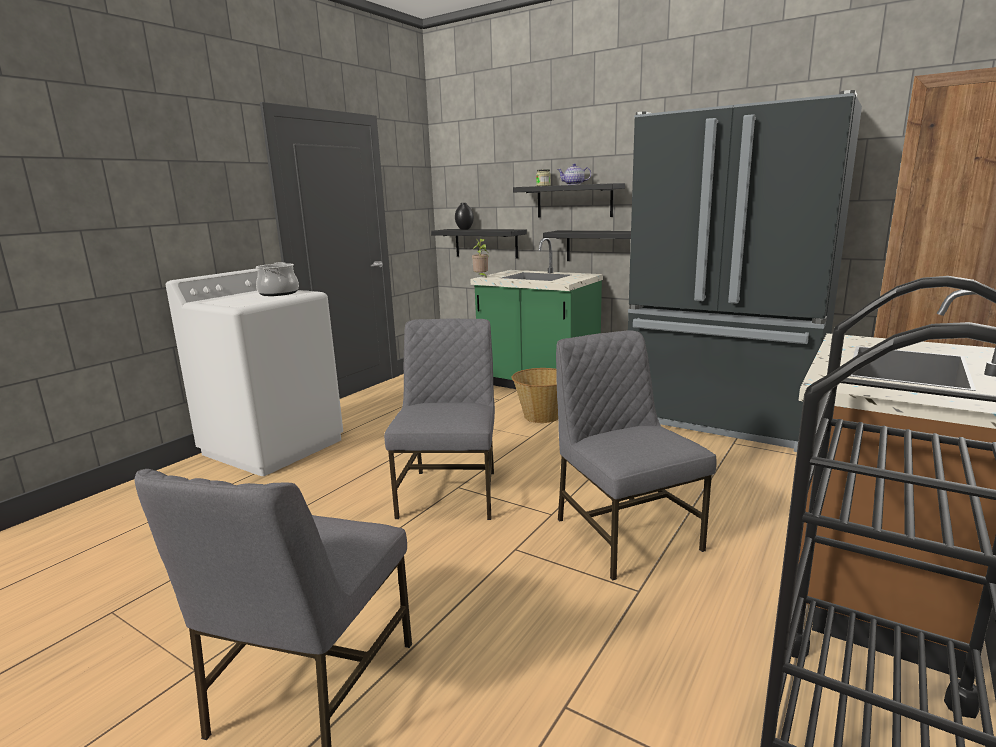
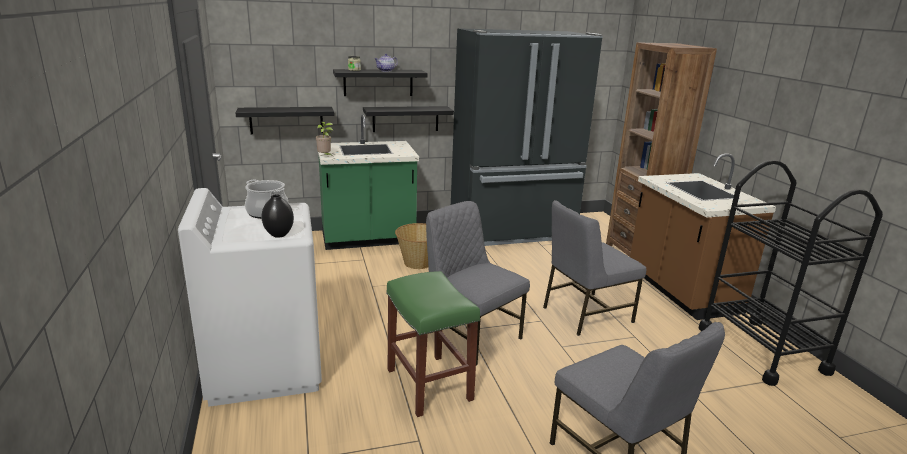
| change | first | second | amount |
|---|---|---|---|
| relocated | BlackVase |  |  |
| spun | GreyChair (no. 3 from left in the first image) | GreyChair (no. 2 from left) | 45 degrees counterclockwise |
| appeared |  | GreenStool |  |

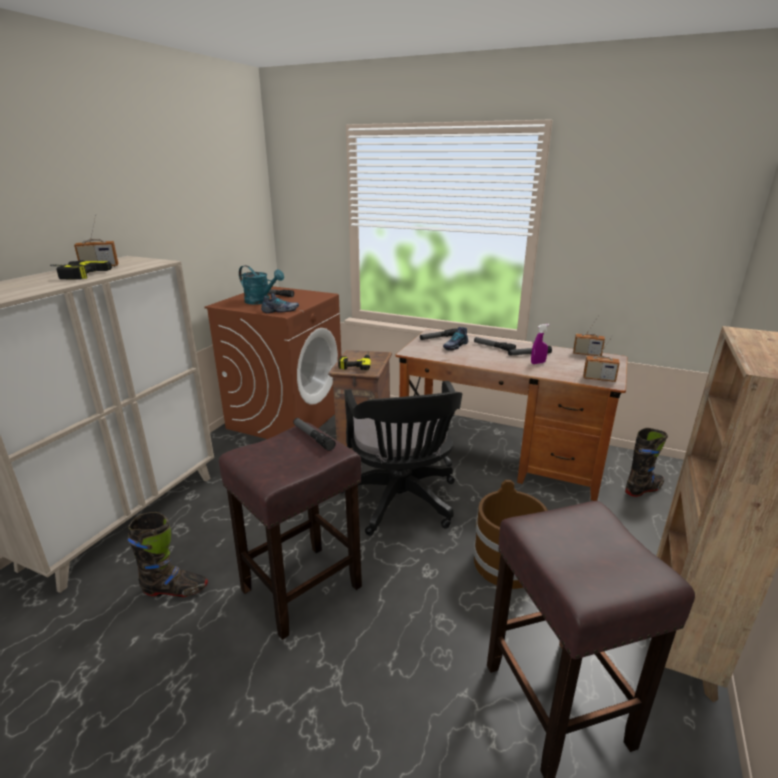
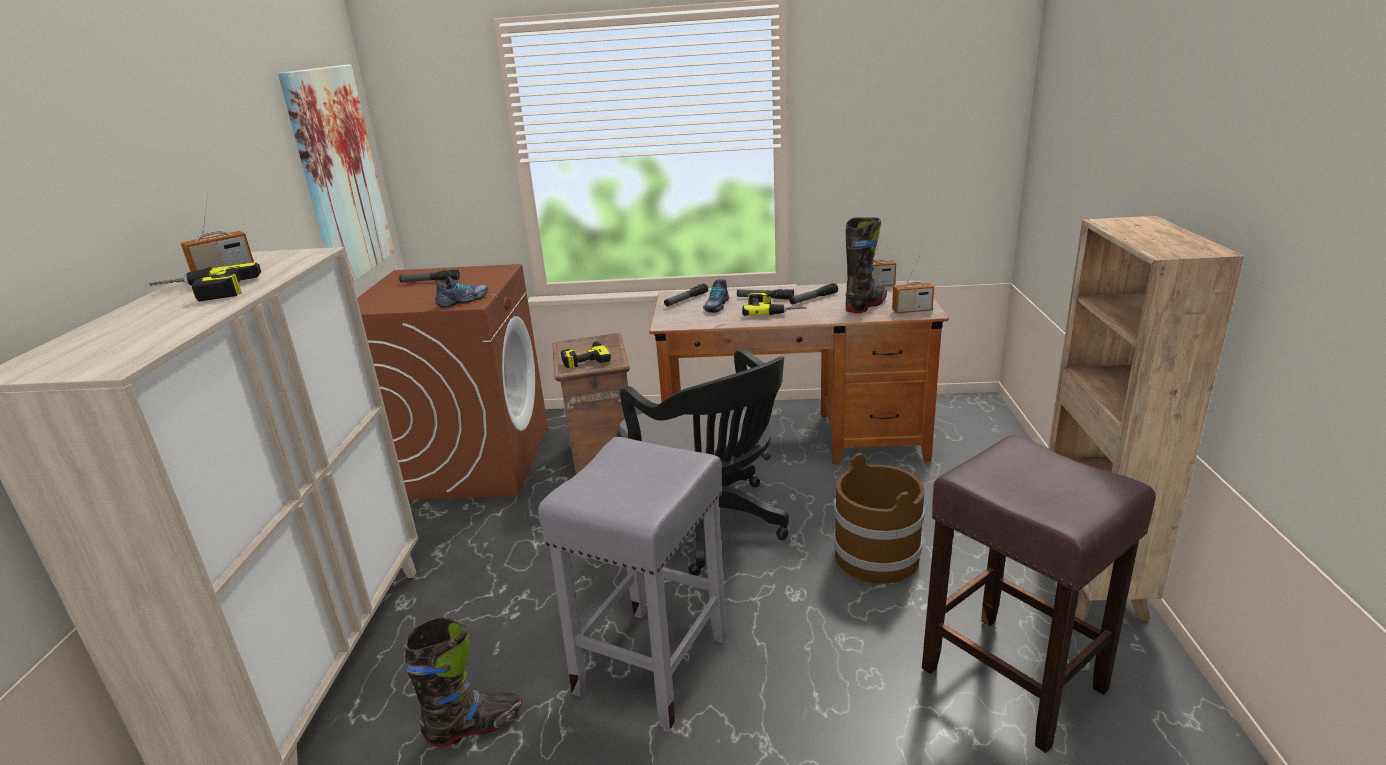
| change | first | second | amount |
|---|---|---|---|
| colour | BrownStool (no. 1 from left) | GreyStool |  |
| missing | TurquoiseWateringCan |  |  |
| missing | Flashlight (no. 2 from left) |  |  |
| missing | PurpleSprayBottle |  |  |
| relocated | BlackBoot (no. 2 from left) |  |  |
| appeared |  | Picture |  |
| appeared |  | PowerDrill (no. 3 from left) |  |

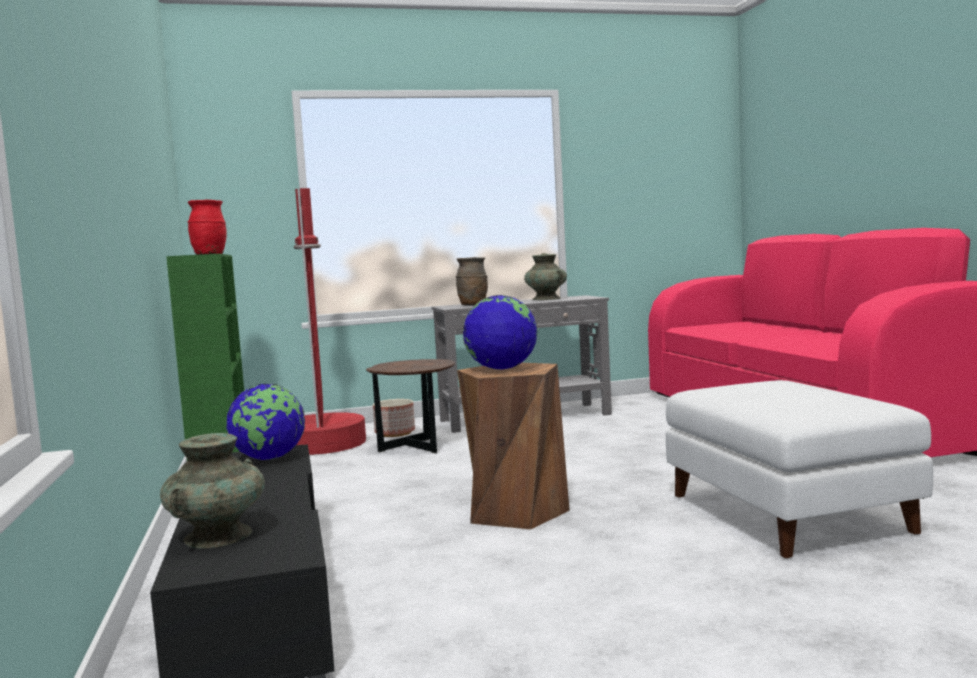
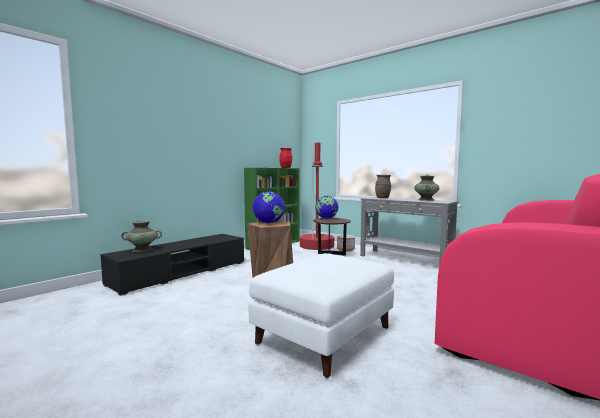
| change | first | second | amount |
|---|---|---|---|
| relocated | Globe (no. 1 from left in the first image) | Globe (no. 2 from left) |  |

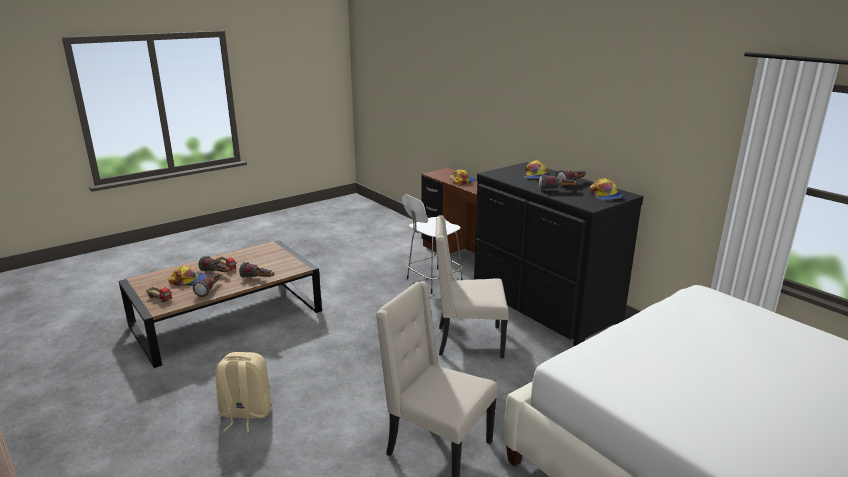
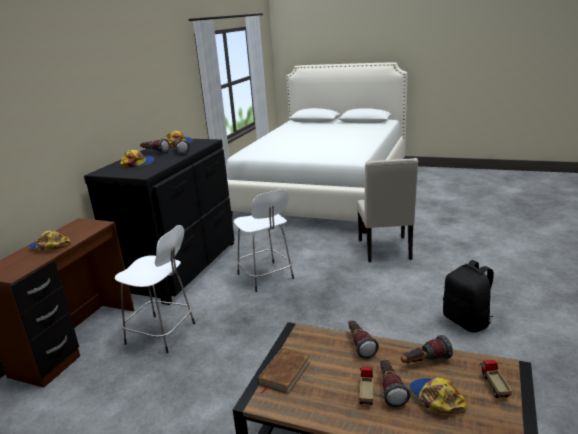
| change | first | second | amount |
|---|---|---|---|
| colour | BeigeBackpack | BlackBackpack |  |
| exchanged | BeigeChair (no. 2 from left) | WhiteStool (no. 2 from left) |  |
| appeared |  | BrownBook |  |

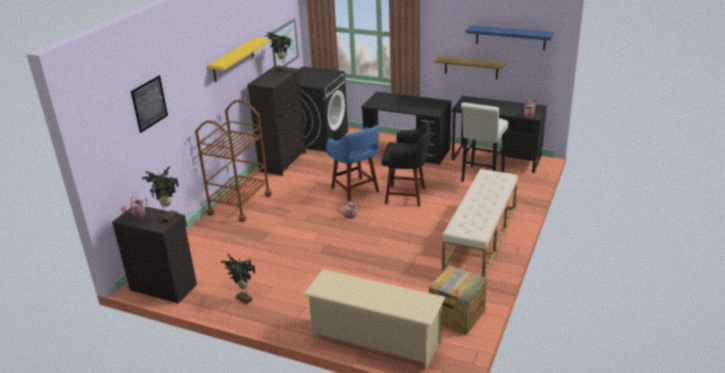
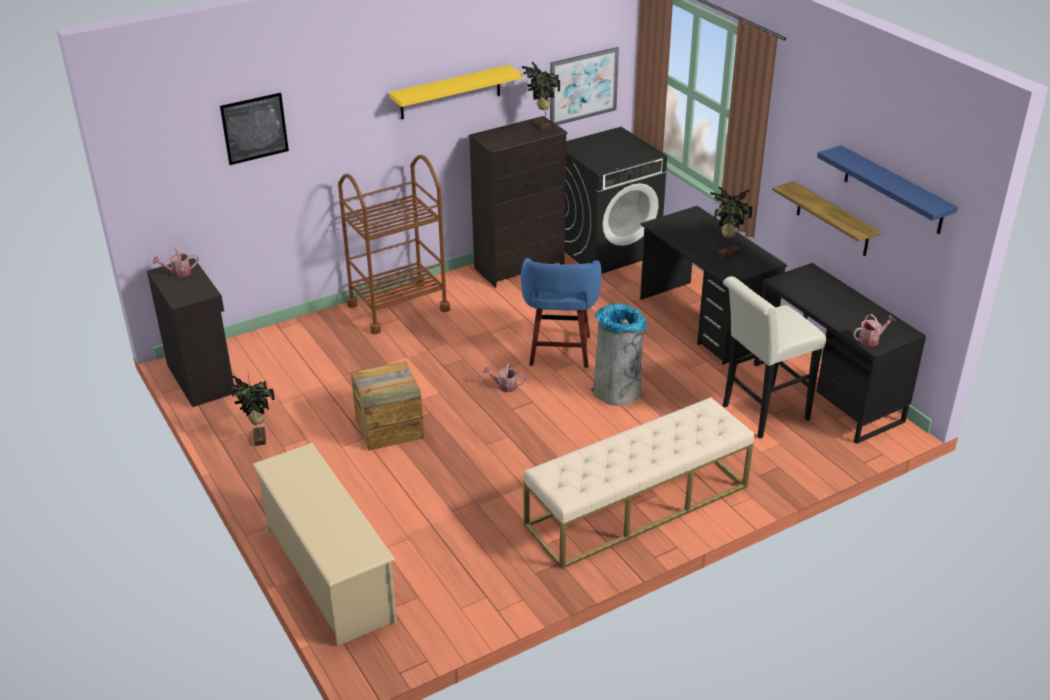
| change | first | second | amount |
|---|---|---|---|
| relocated | PottedPlant (no. 1 from left in the first image) | PottedPlant (no. 3 from left) |  |
| exchanged | BlackStool | GreyTrashCan |  |
| relocated | Crate |  |  |

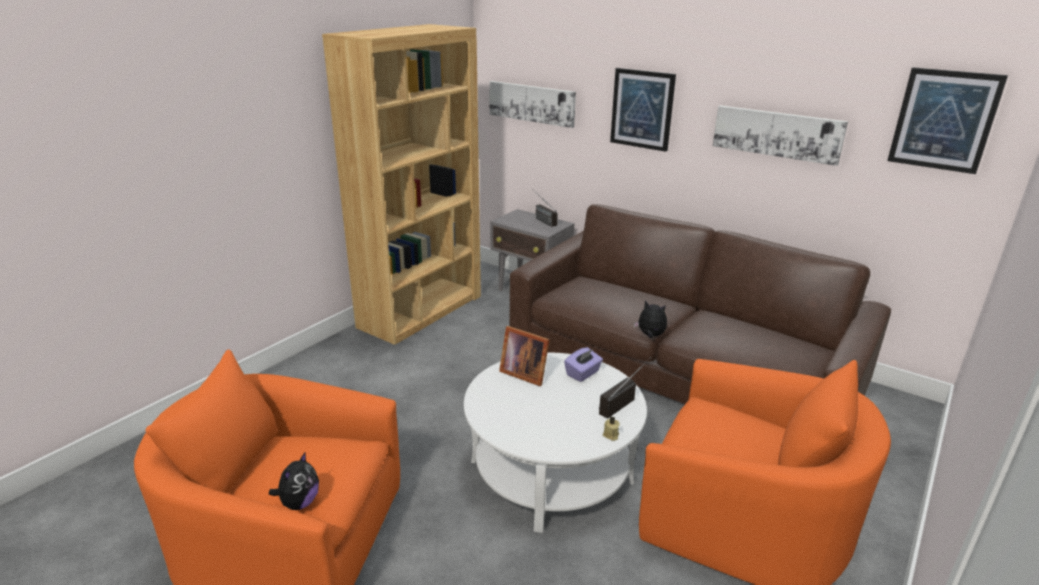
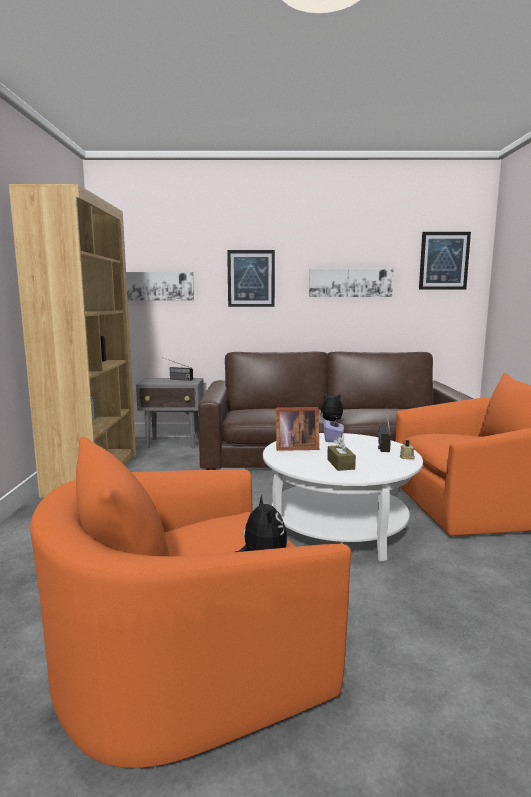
| change | first | second | amount |
|---|---|---|---|
| appeared |  | BrownTissueBox |  |

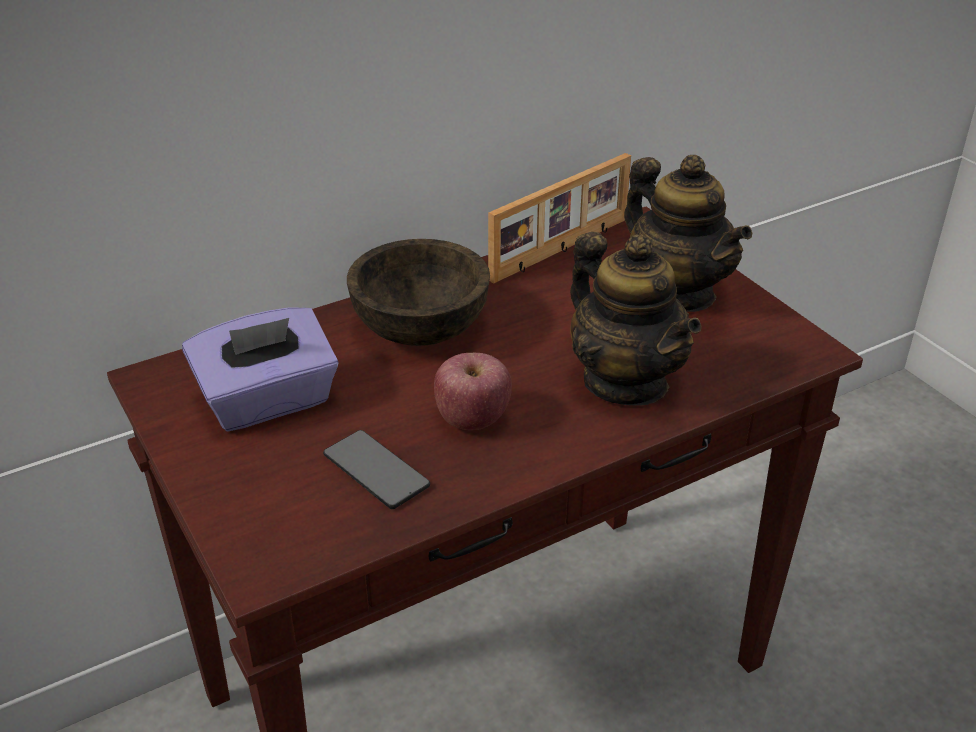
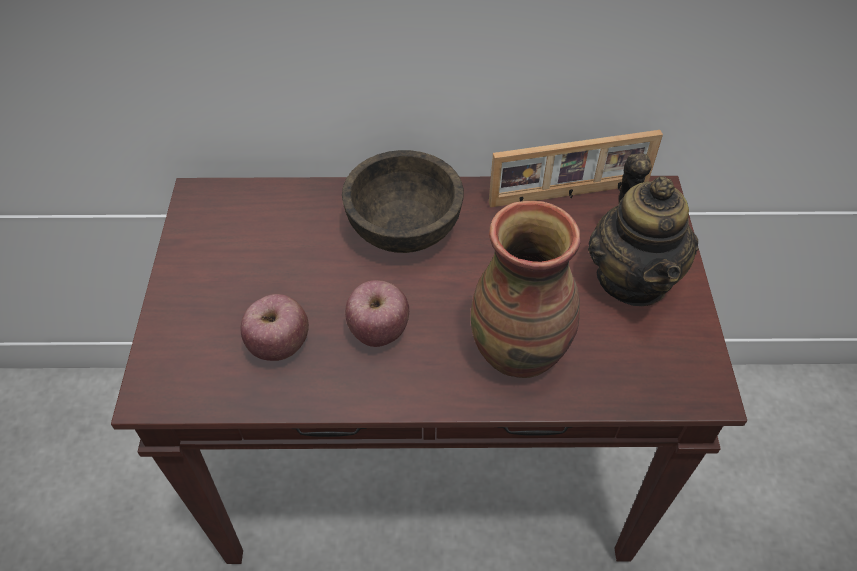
| change | first | second | amount |
|---|---|---|---|
| missing | PurpleTissueBox |  |  |
| exchanged | Phone | Apple (no. 1 from left) |  |
| exchanged | Teapot (no. 1 from left) | Vase |  |

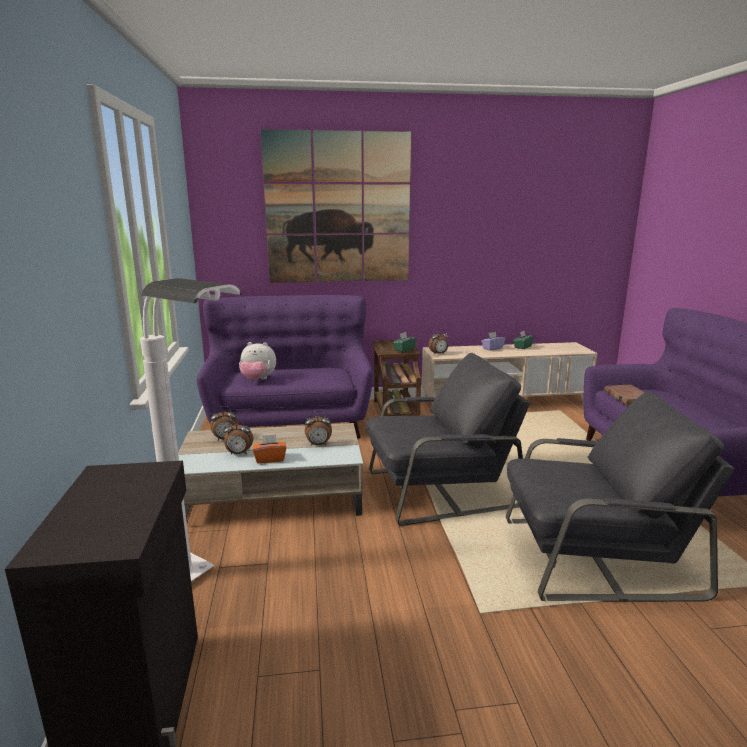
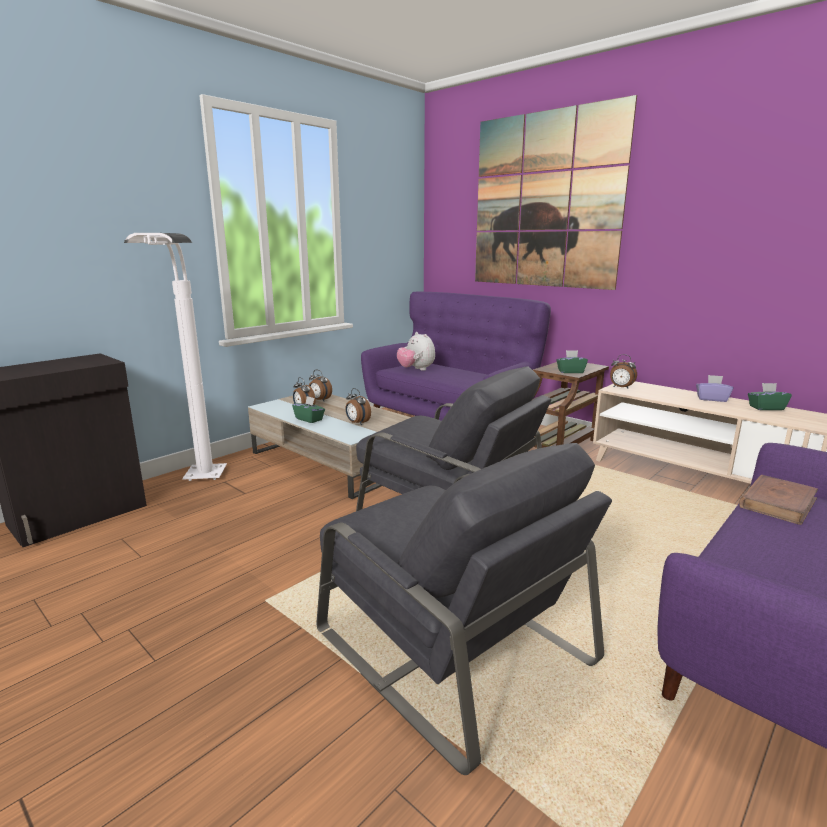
| change | first | second | amount |
|---|---|---|---|
| colour | OrangeTissueBox | GreenTissueBox (no. 1 from left) |  |

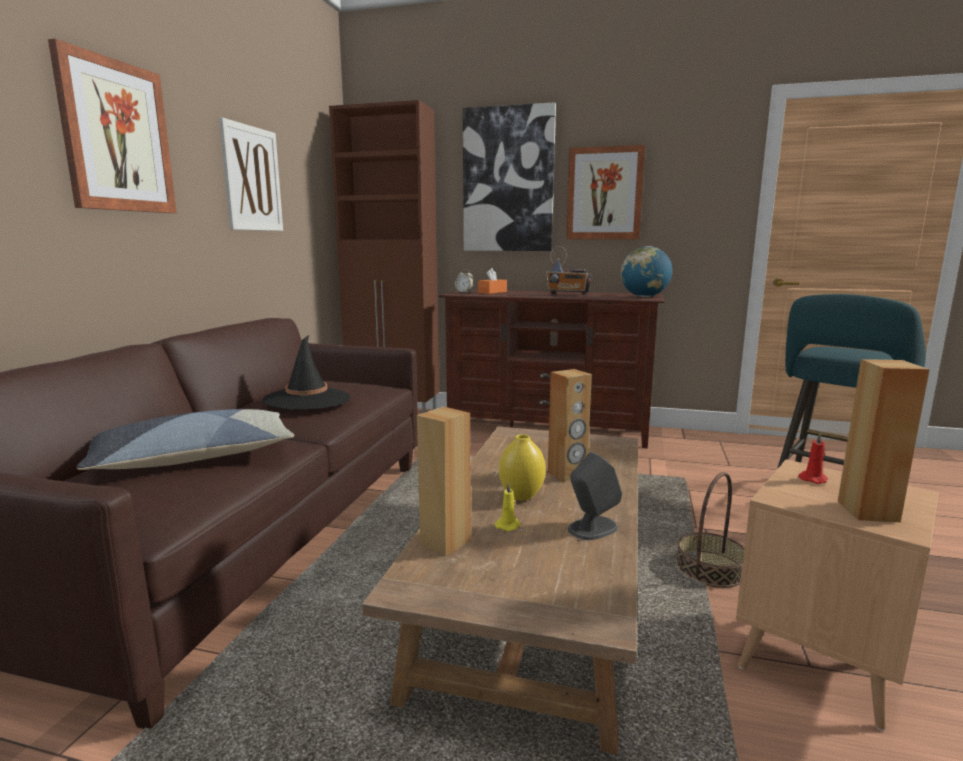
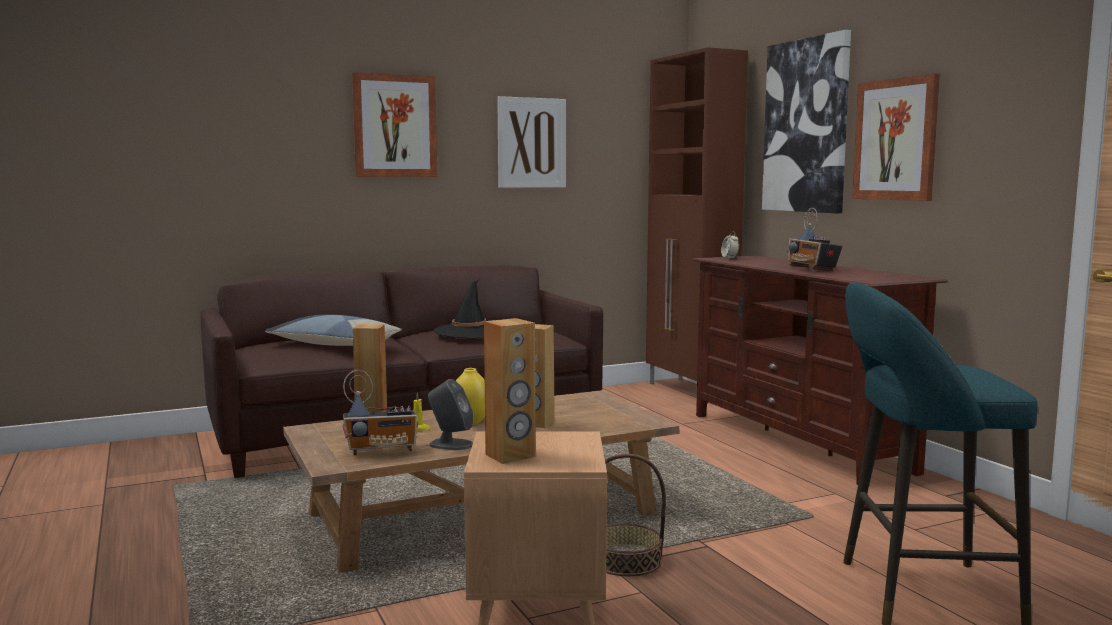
| change | first | second | amount |
|---|---|---|---|
| missing | OrangeTissueBox |  |  |
| missing | Globe |  |  |
| missing | RedCandle |  |  |
| appeared |  | Radio (no. 1 from left) |  |

